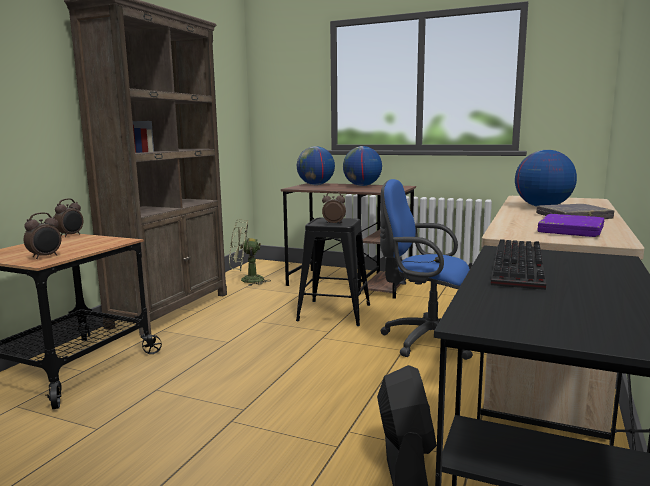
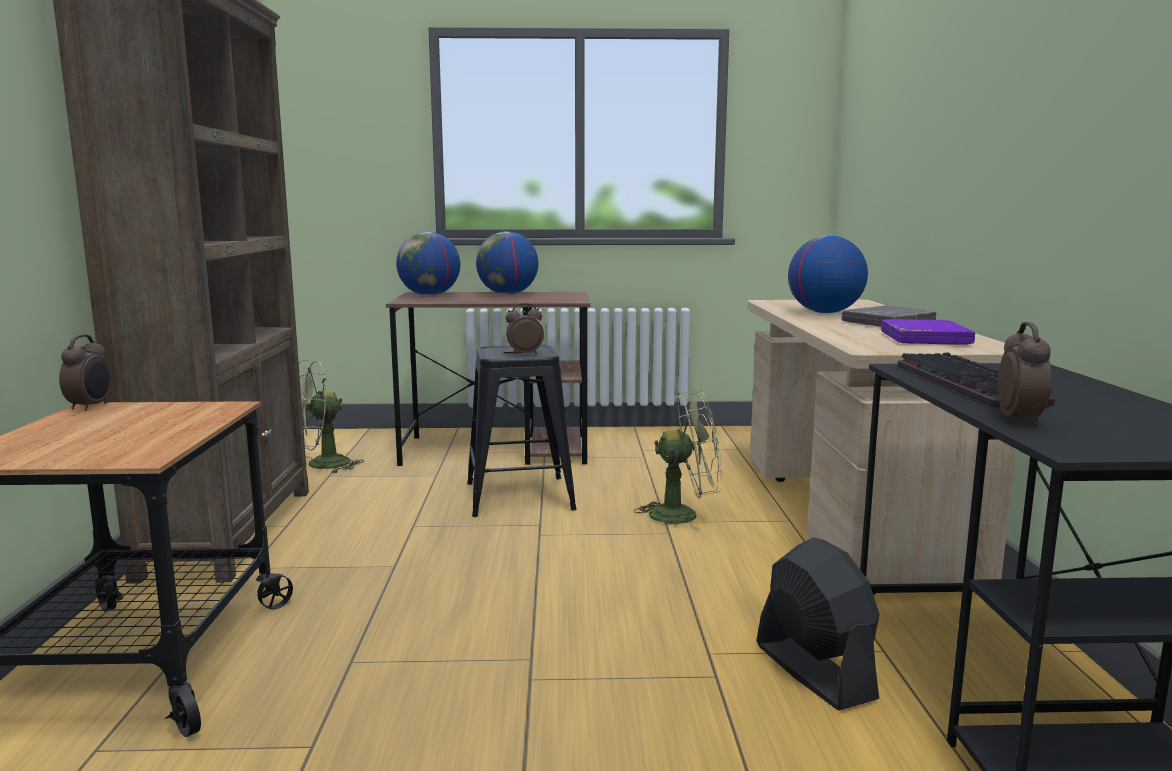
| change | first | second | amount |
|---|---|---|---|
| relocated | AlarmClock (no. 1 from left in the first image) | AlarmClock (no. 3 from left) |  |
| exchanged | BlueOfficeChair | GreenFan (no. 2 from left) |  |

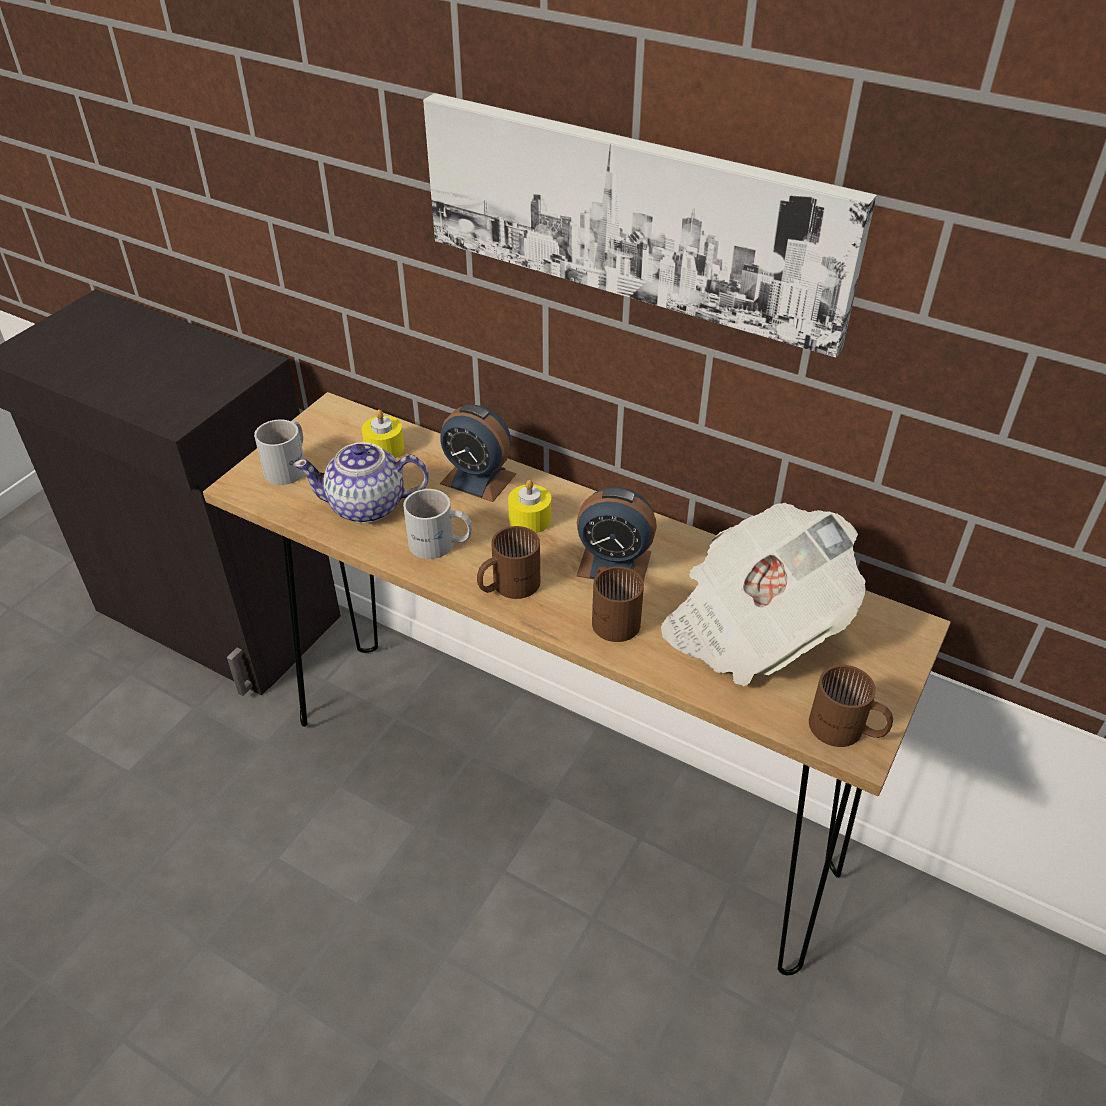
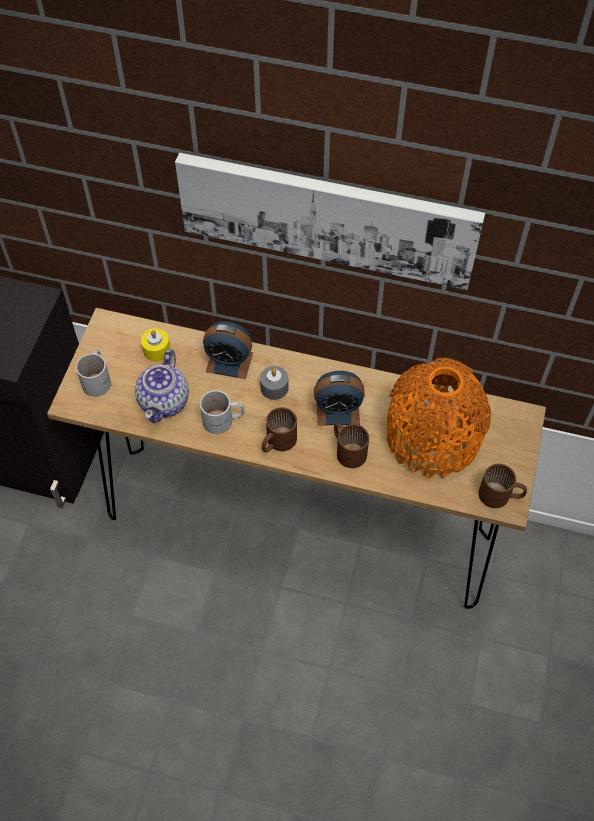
| change | first | second | amount |
|---|---|---|---|
| spun | Teapot |  | 60 degrees counterclockwise |
| colour | YellowCandle (no. 2 from left) | GreyCandle |  |
| exchanged | Newspaper | OrangeVase |  |

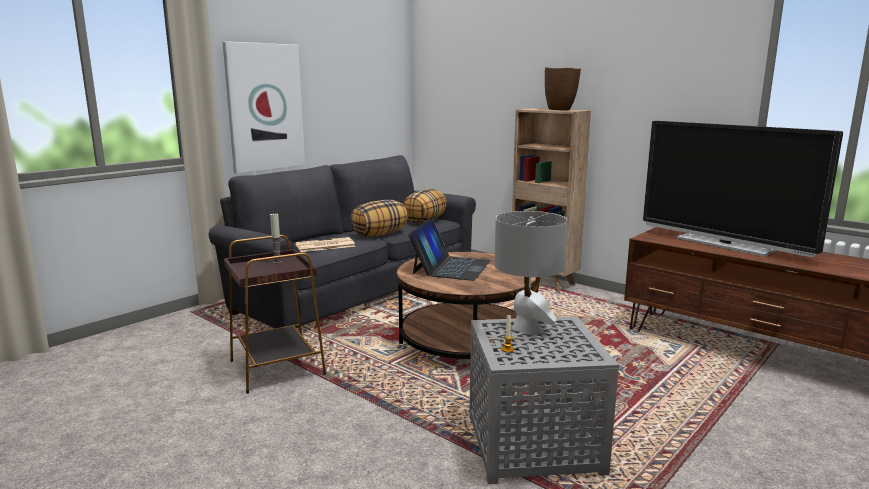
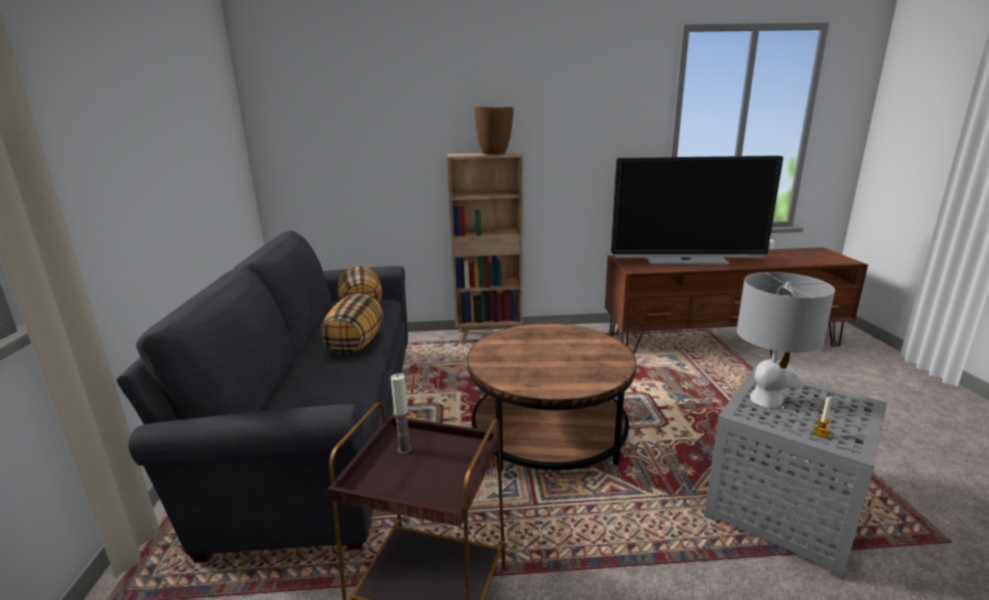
| change | first | second | amount |
|---|---|---|---|
| missing | Picture |  |  |
| missing | Newspaper |  |  |
| missing | Laptop |  |  |

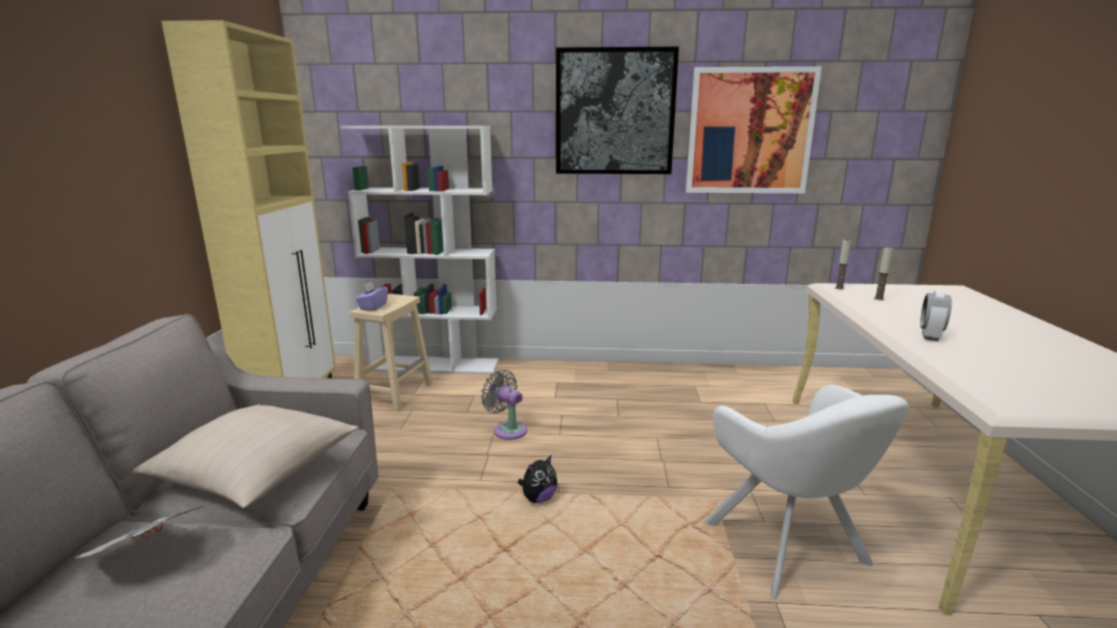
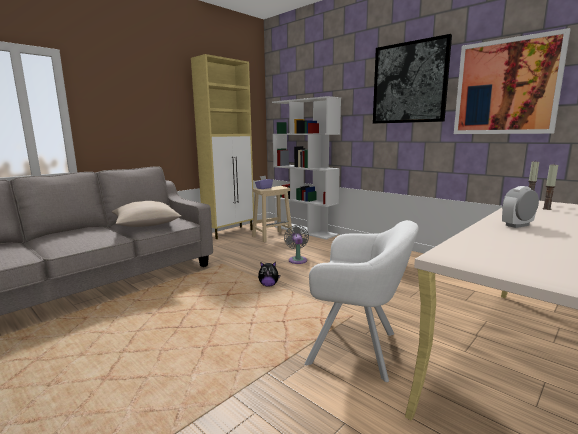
| change | first | second | amount |
|---|---|---|---|
| missing | Newspaper |  |  |
| spun | WhiteArmchair |  | 90 degrees counterclockwise |

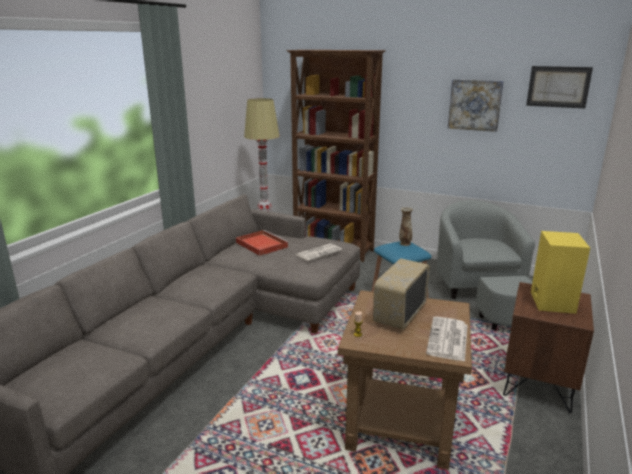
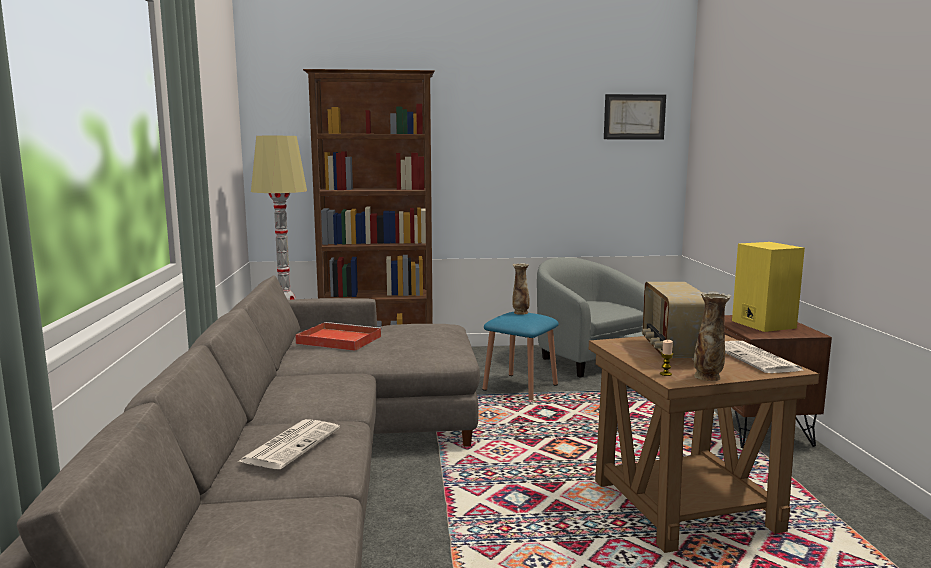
| change | first | second | amount |
|---|---|---|---|
| relocated | Newspaper (no. 1 from left) |  |  |
| missing | Picture (no. 1 from left) |  |  |
| appeared |  | Vase (no. 2 from left) |  |

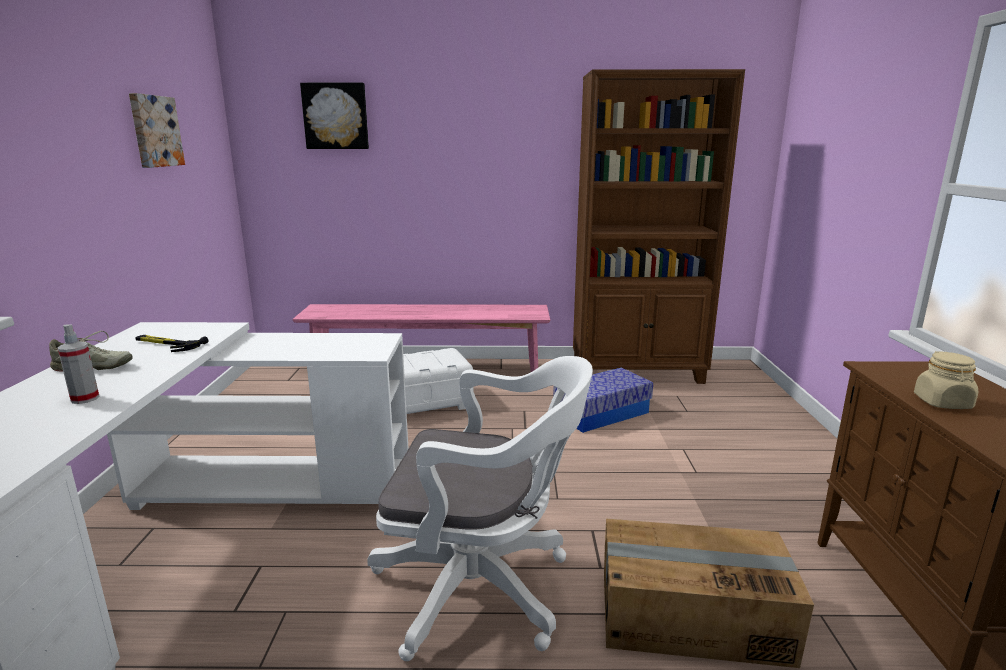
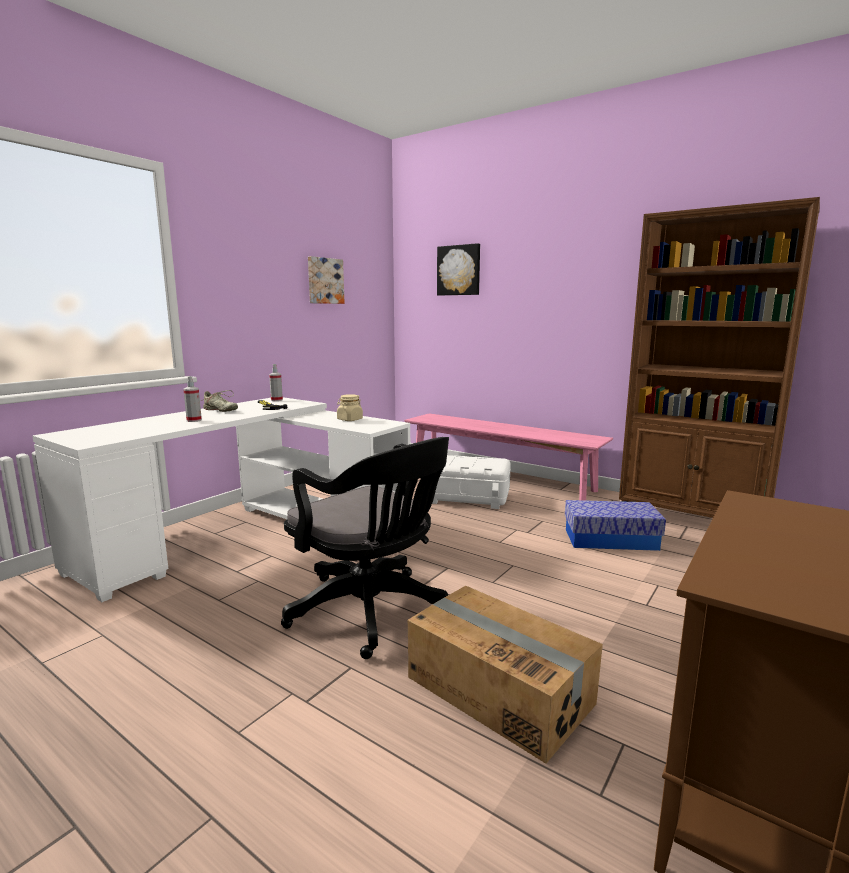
| change | first | second | amount |
|---|---|---|---|
| colour | WhiteOfficeChair | BlackOfficeChair |  |
| relocated | BeigeJar |  |  |
| appeared |  | SprayBottle (no. 2 from left) |  |

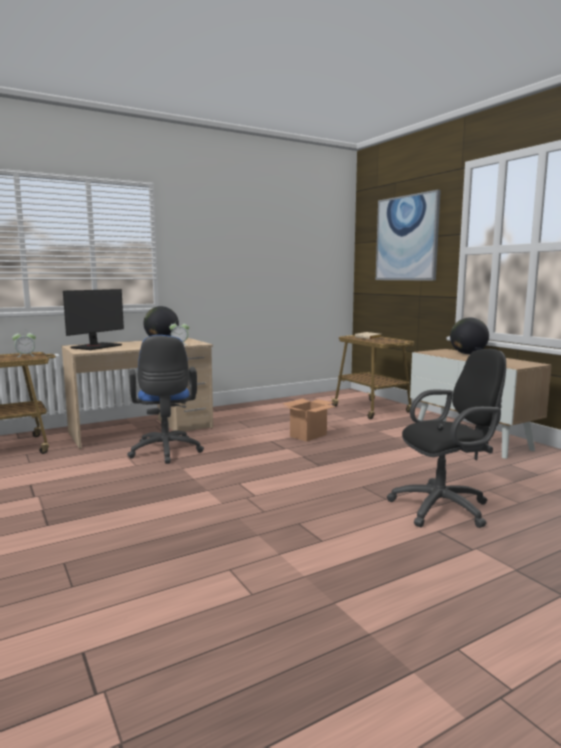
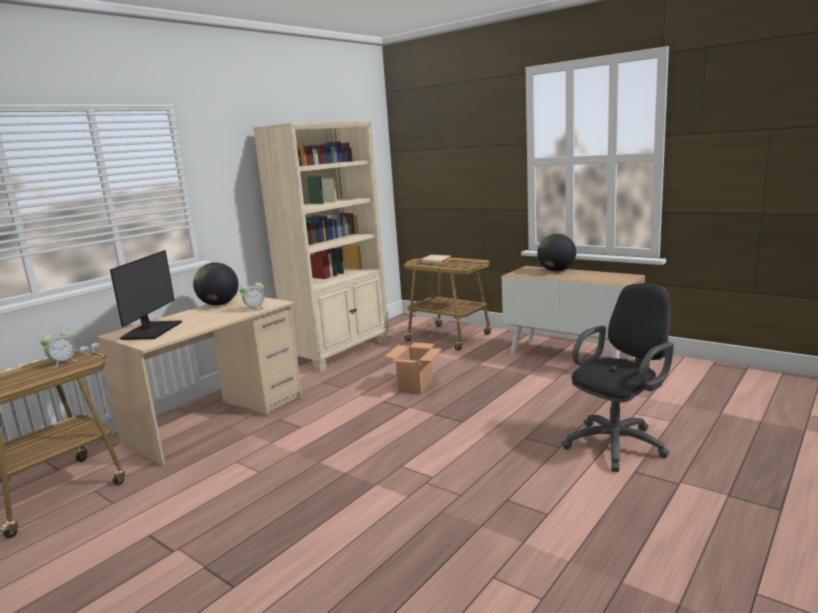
| change | first | second | amount |
|---|---|---|---|
| missing | BlueOfficeChair |  |  |
| missing | Picture |  |  |
| appeared |  | BeigeBookcase |  |

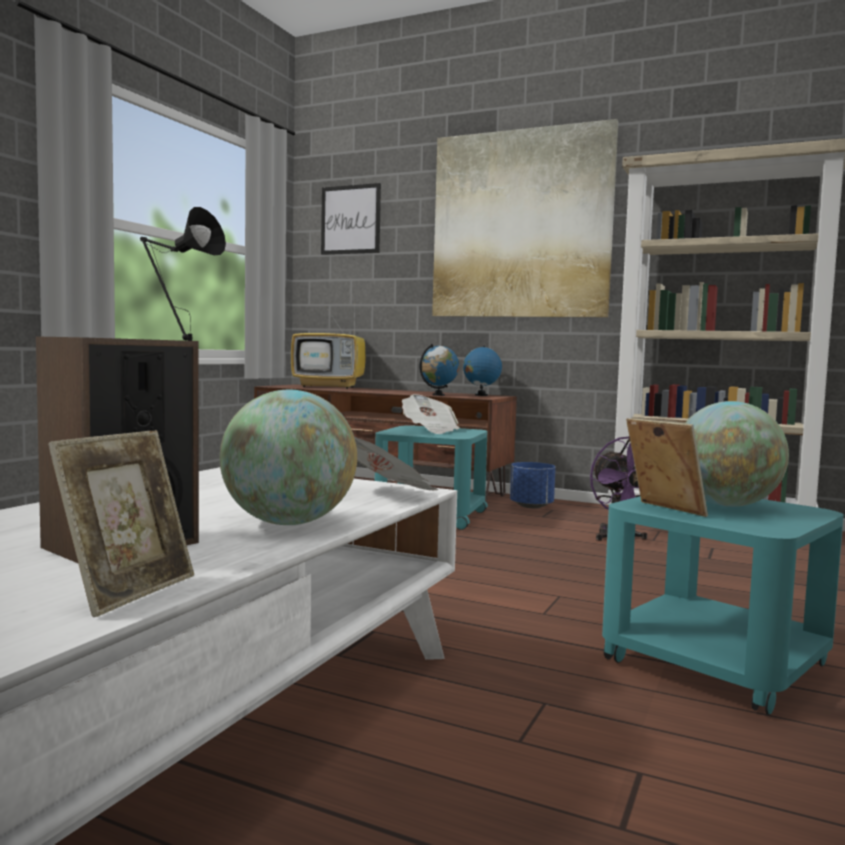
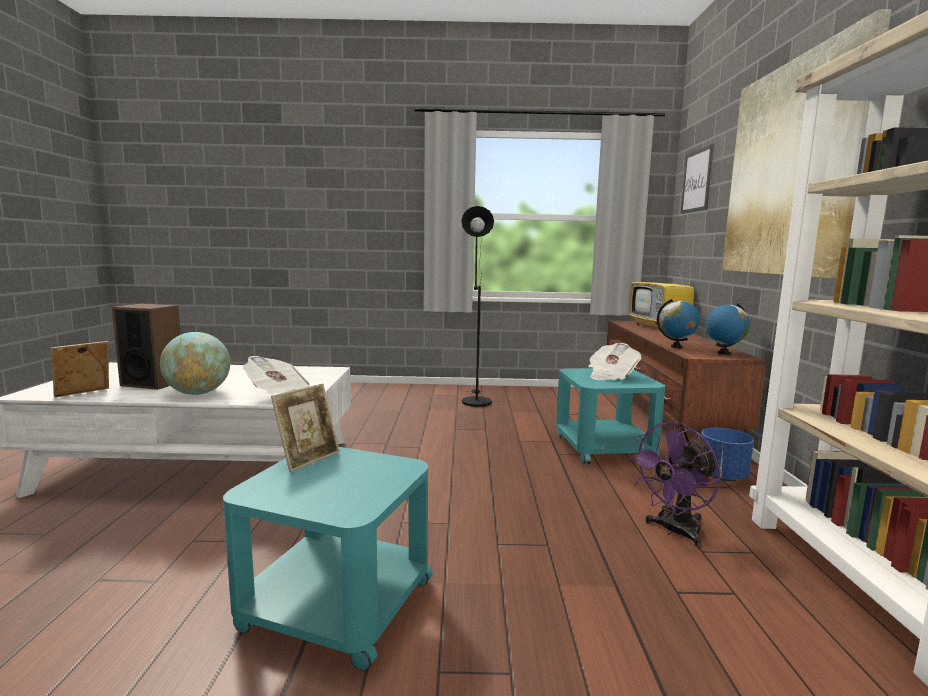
| change | first | second | amount |
|---|---|---|---|
| spun | PictureFrame (no. 1 from left) |  | 135 degrees clockwise |
| missing | Globe (no. 4 from left) |  |  |

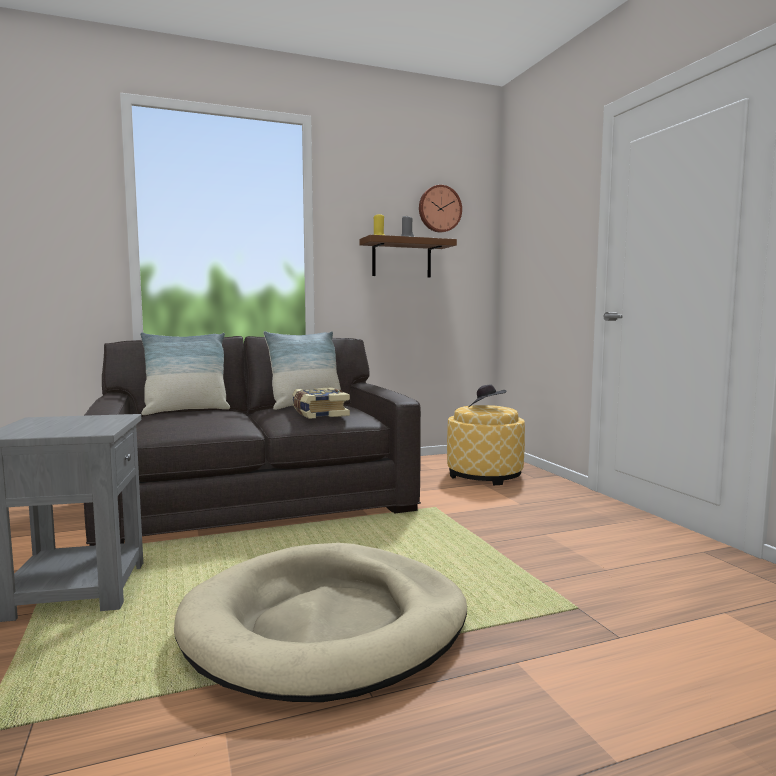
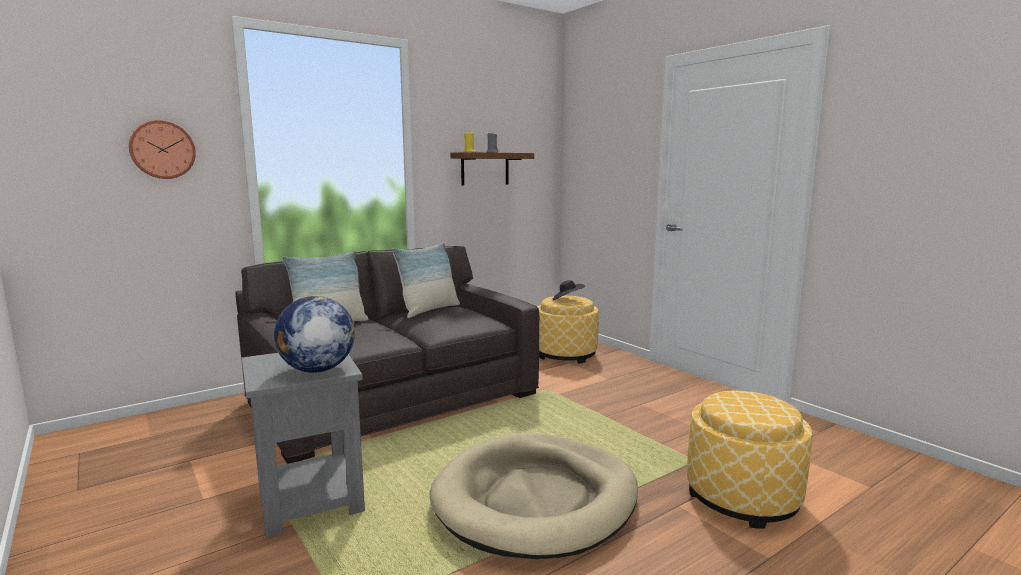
| change | first | second | amount |
|---|---|---|---|
| missing | Book |  |  |
| relocated | WallClock |  |  |
| appeared |  | Globe |  |
| appeared |  | Ottoman (no. 2 from left) |  |

